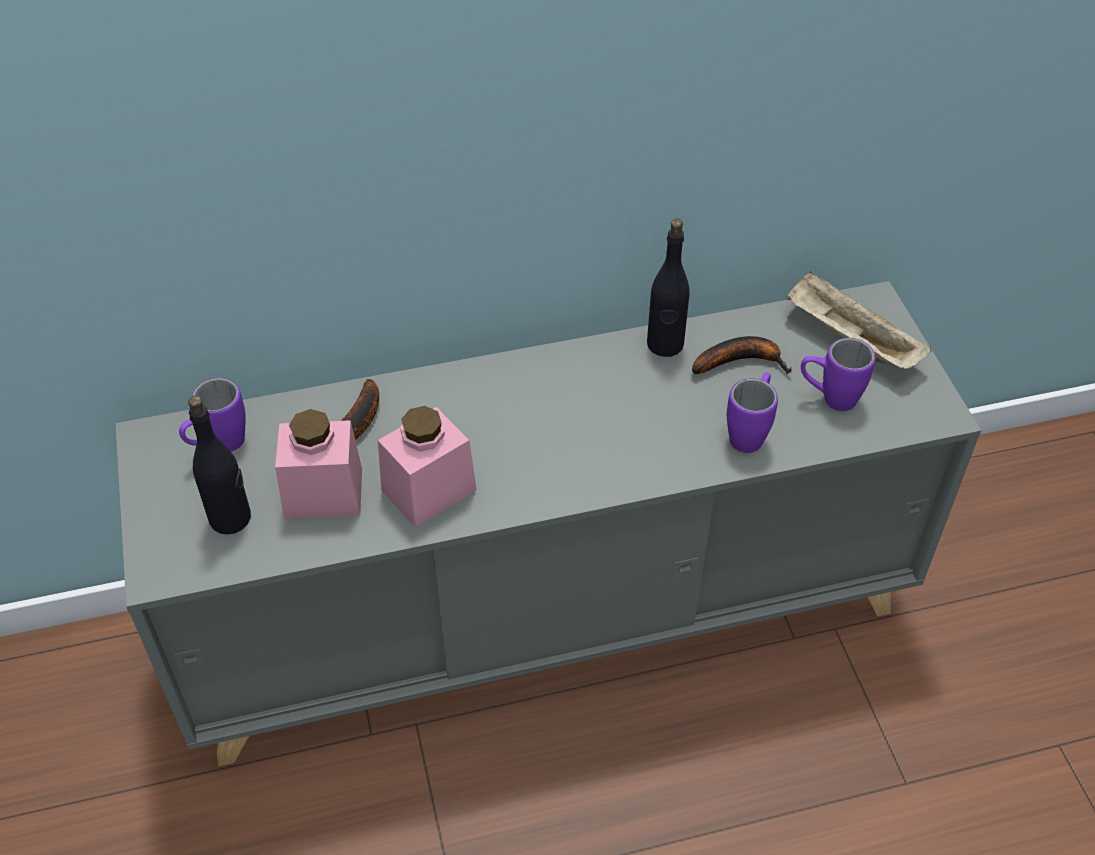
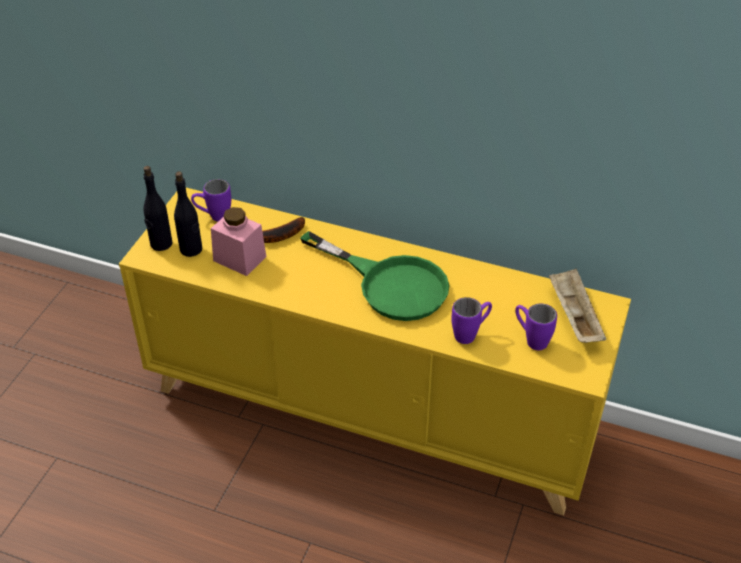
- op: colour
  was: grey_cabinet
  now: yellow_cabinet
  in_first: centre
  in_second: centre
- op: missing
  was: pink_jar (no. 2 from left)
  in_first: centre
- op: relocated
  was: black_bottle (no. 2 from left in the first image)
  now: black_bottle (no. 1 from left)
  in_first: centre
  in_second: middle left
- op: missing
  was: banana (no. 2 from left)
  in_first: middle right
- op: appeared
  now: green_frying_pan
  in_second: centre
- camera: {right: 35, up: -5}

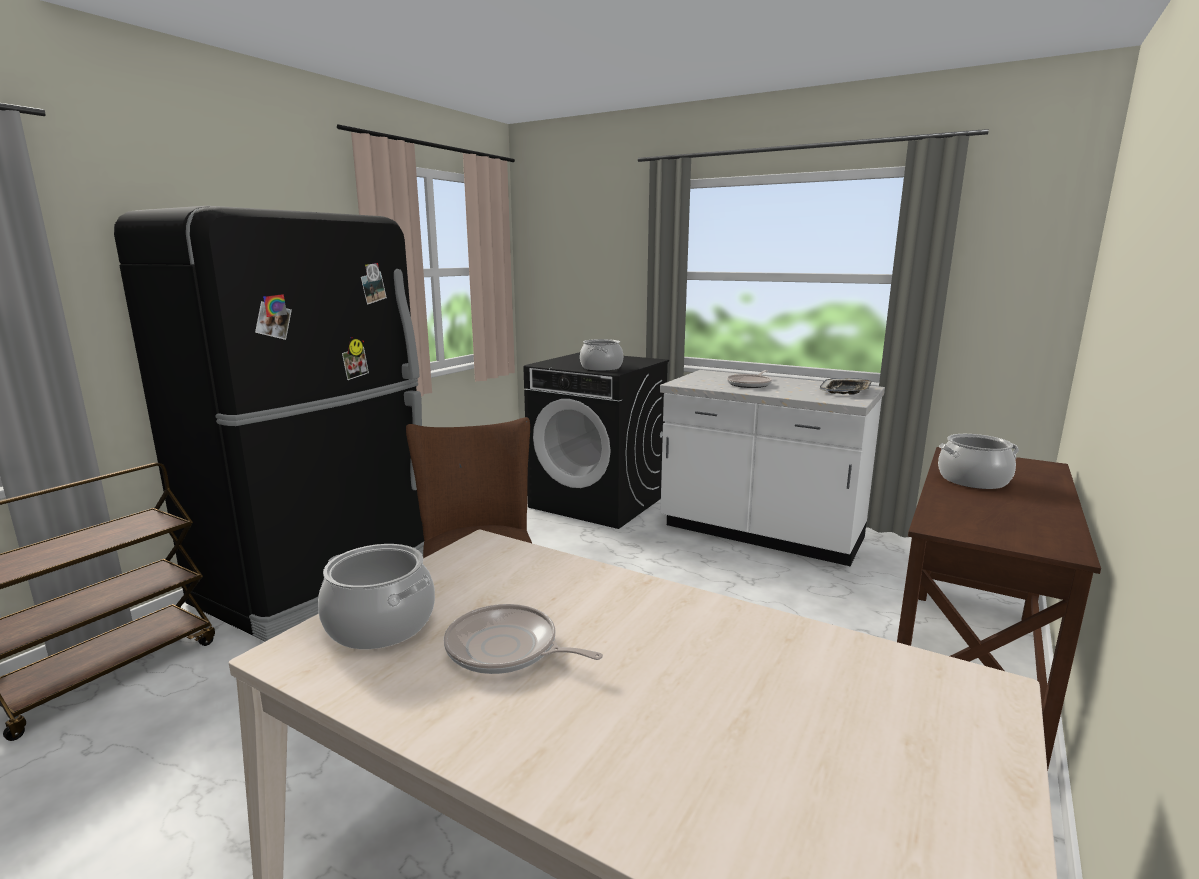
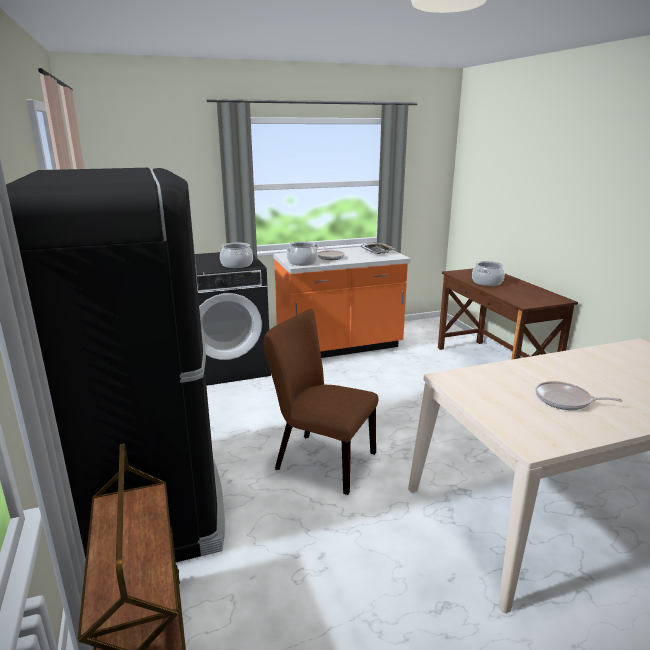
- op: relocated
  was: cooking_pot (no. 1 from left in the first image)
  now: cooking_pot (no. 2 from left)
  in_first: bottom left
  in_second: centre
- op: spun
  was: frying_pan (no. 1 from left in the first image)
  in_first: bottom centre
  in_second: middle right
  clockwise: 45
- op: colour
  was: white_counter
  now: orange_counter
  in_first: centre
  in_second: centre
- camera: {right: -50, up: 5}

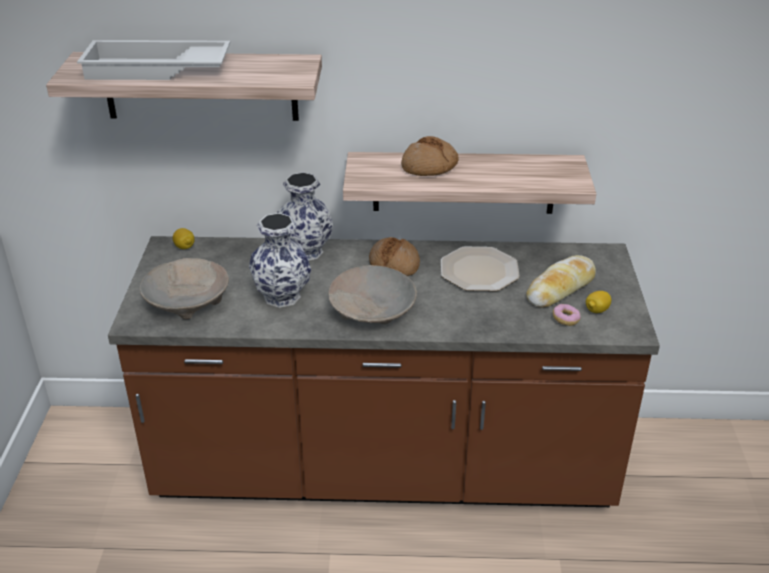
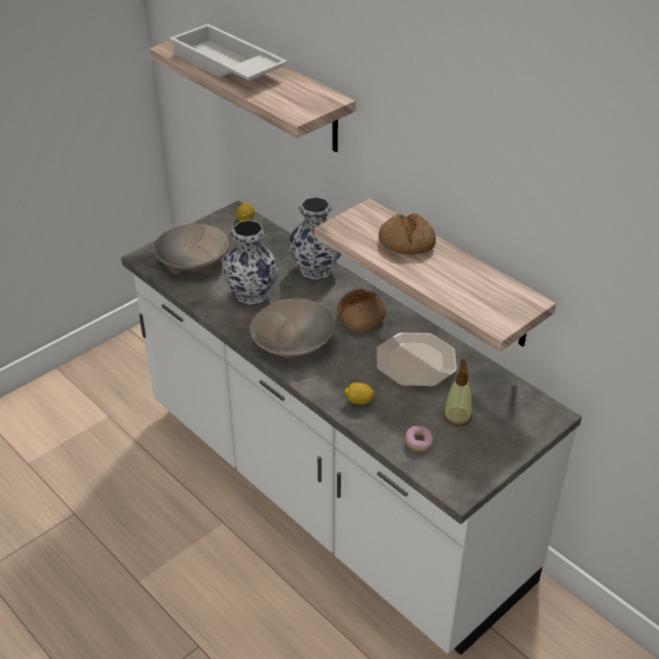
- op: colour
  was: brown_counter
  now: white_counter
  in_first: centre
  in_second: centre
- op: exchanged
  was: bread (no. 3 from left)
  now: soap_dispenser
  in_first: middle right
  in_second: middle right
- op: relocated
  was: lemon (no. 2 from left)
  in_first: middle right
  in_second: centre
- camera: {right: 45, up: 5}

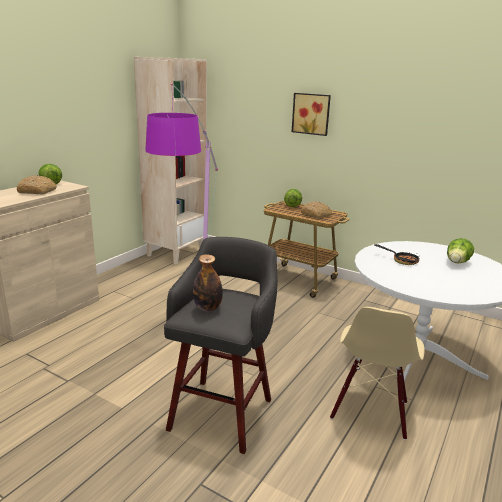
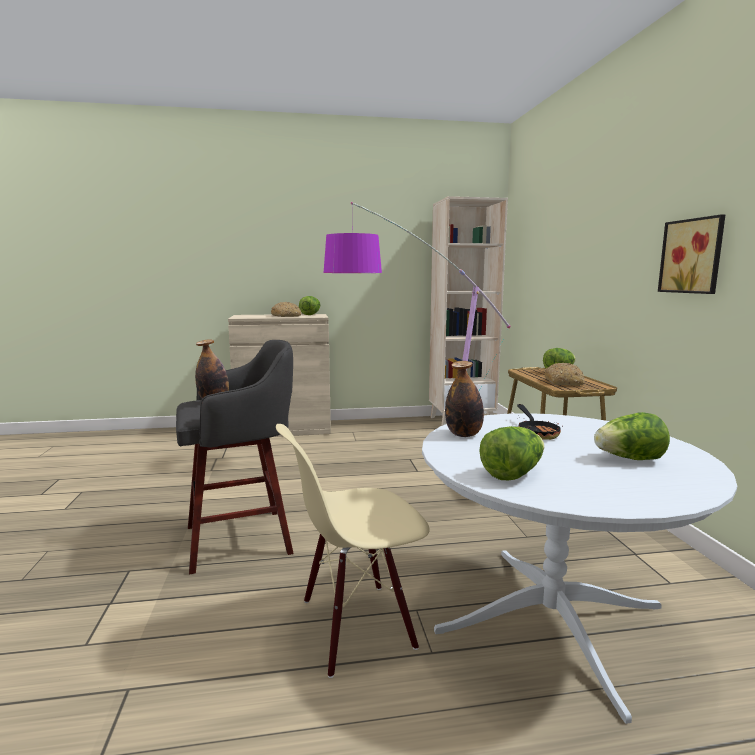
- op: relocated
  was: picture
  in_first: top centre
  in_second: middle right
- op: appeared
  now: bottle (no. 2 from left)
  in_second: centre
- op: appeared
  now: lettuce (no. 2 from left)
  in_second: middle right
- camera: {right: 50, up: -10}

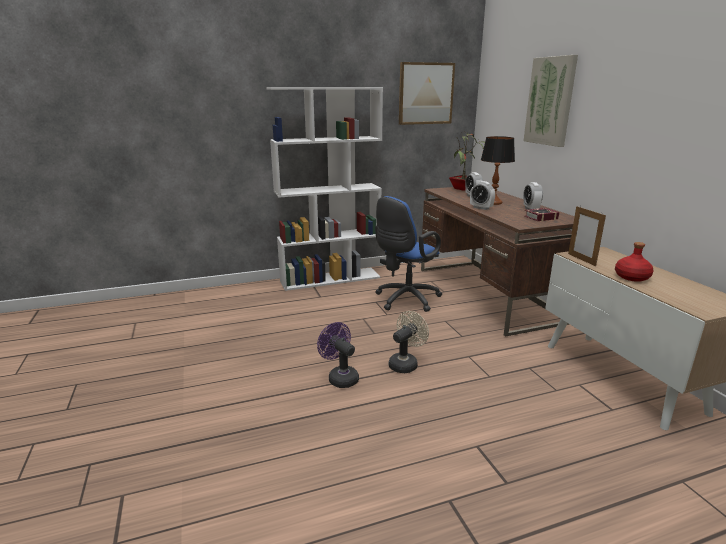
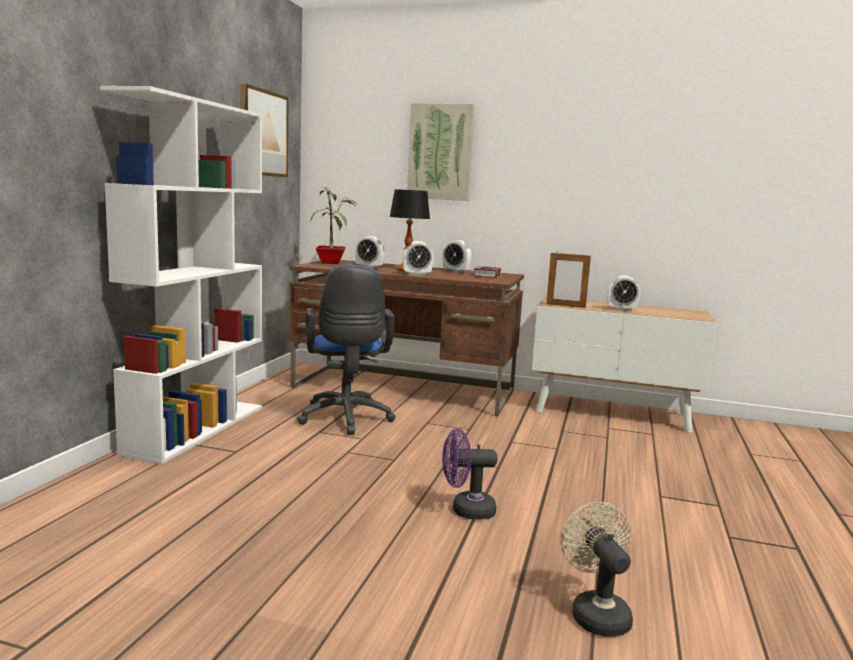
- op: relocated
  was: beige_fan
  in_first: centre
  in_second: bottom right
- op: exchanged
  was: red_bottle
  now: alarm_clock (no. 4 from left)
  in_first: middle right
  in_second: middle right
- camera: {right: -55, up: -10}

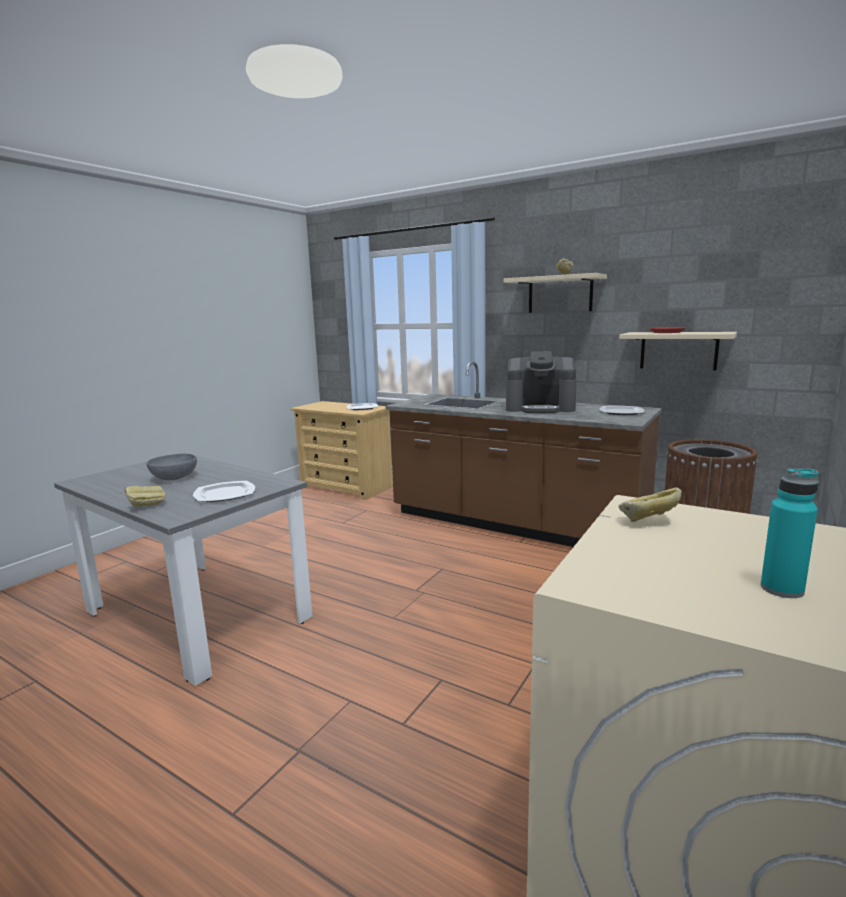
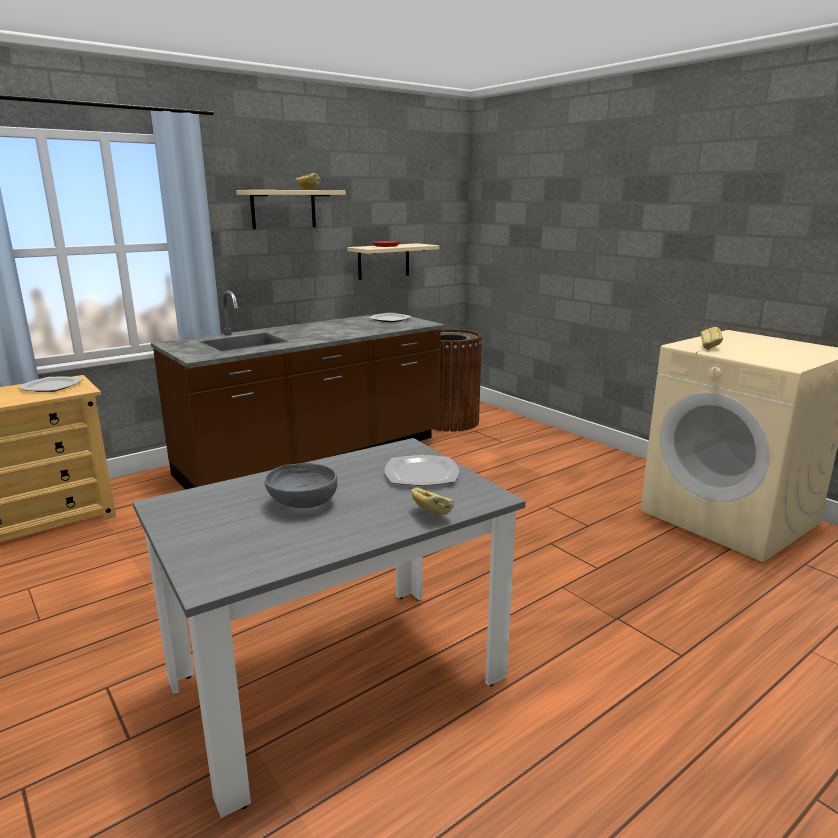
- op: missing
  was: coffee_machine
  in_first: centre
- op: missing
  was: turquoise_bottle
  in_first: middle right
- camera: {right: -70, up: 5}

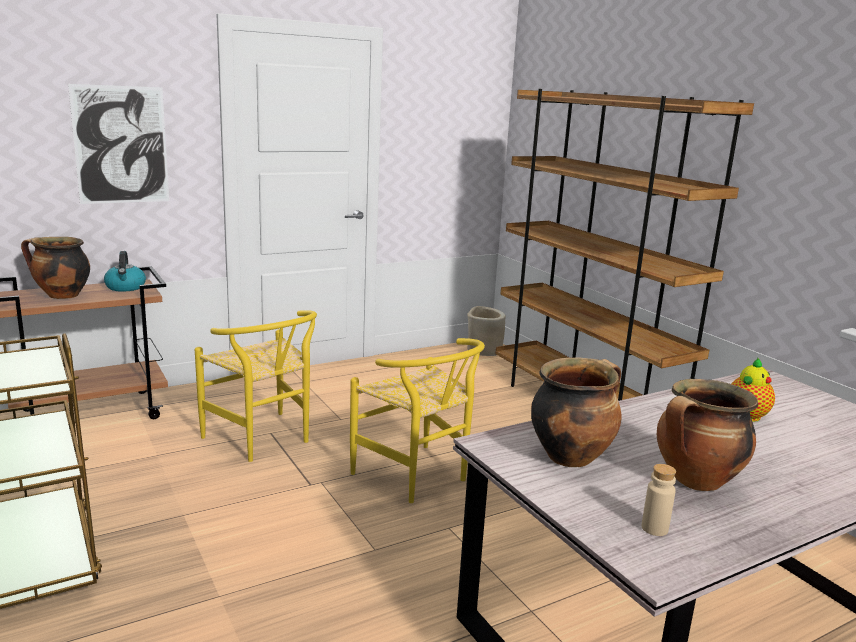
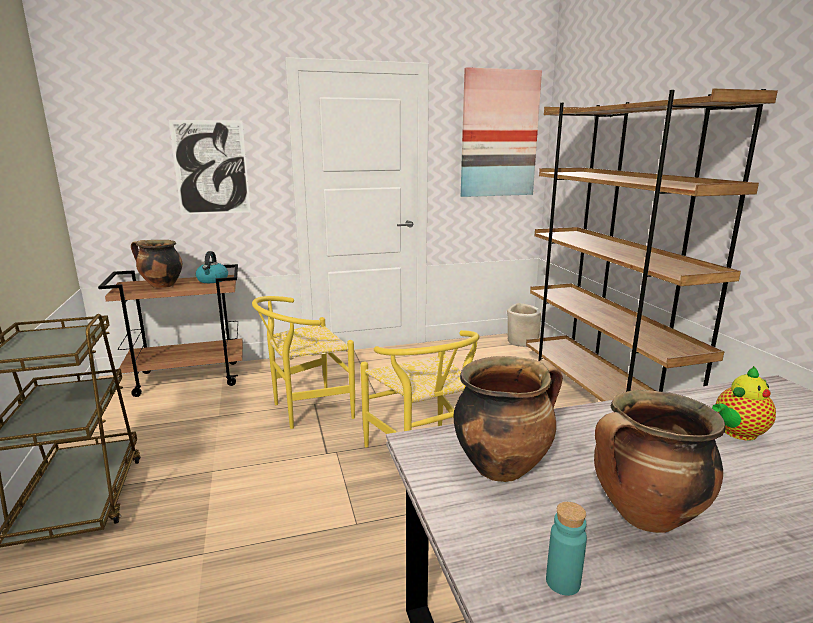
- op: spun
  was: yellow_chair (no. 1 from left)
  in_first: middle left
  in_second: centre
  clockwise: 90
- op: colour
  was: beige_bottle
  now: turquoise_bottle
  in_first: bottom right
  in_second: bottom right
- op: appeared
  now: picture (no. 2 from left)
  in_second: top centre
- camera: {right: 15, up: 0}

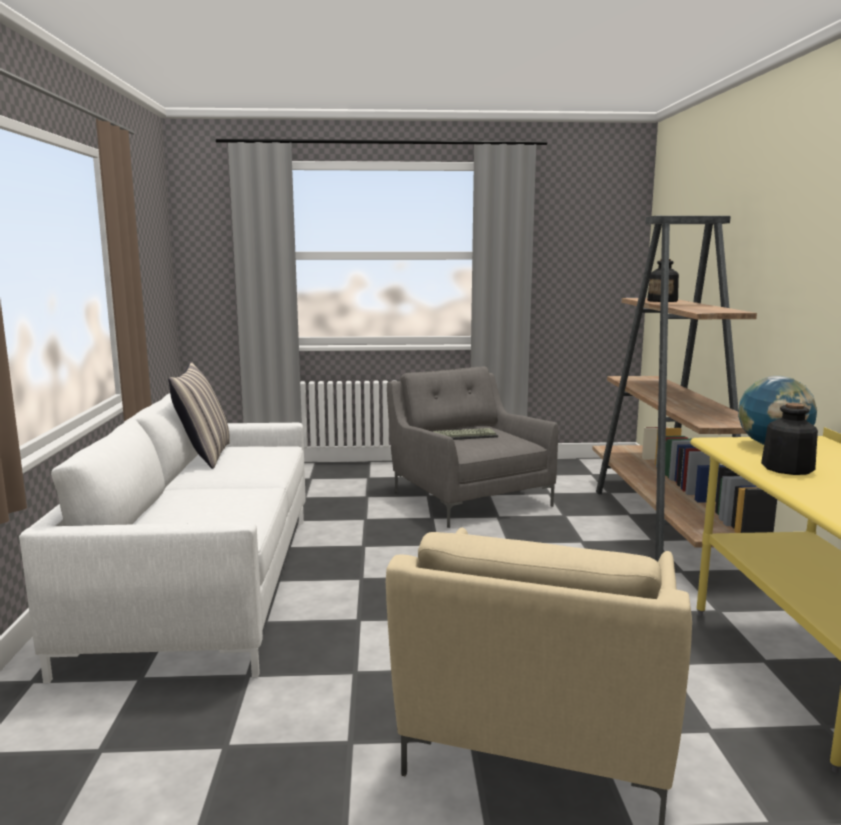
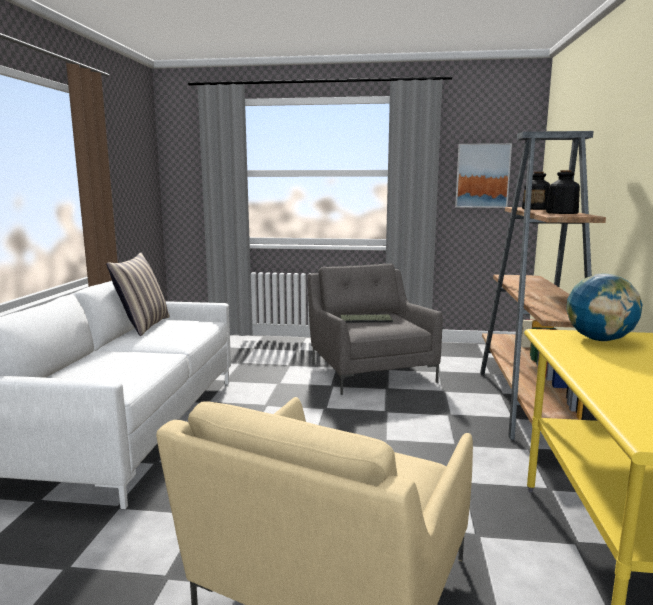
- op: relocated
  was: bottle (no. 2 from left)
  in_first: middle right
  in_second: top right
- op: appeared
  now: picture
  in_second: top right
- camera: {right: 10, up: 0}

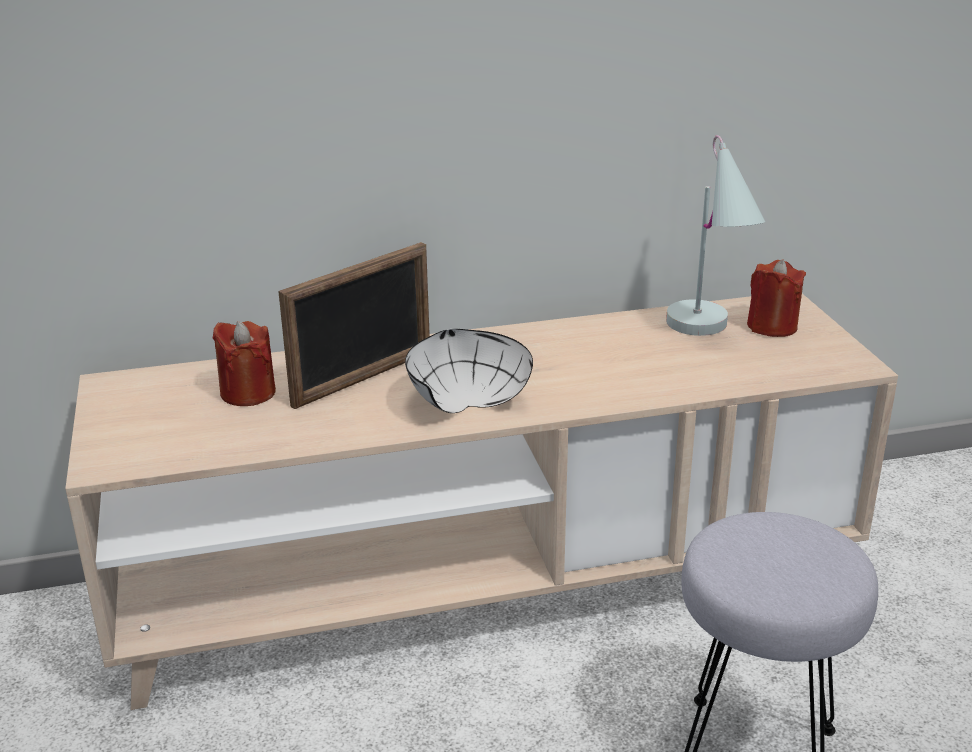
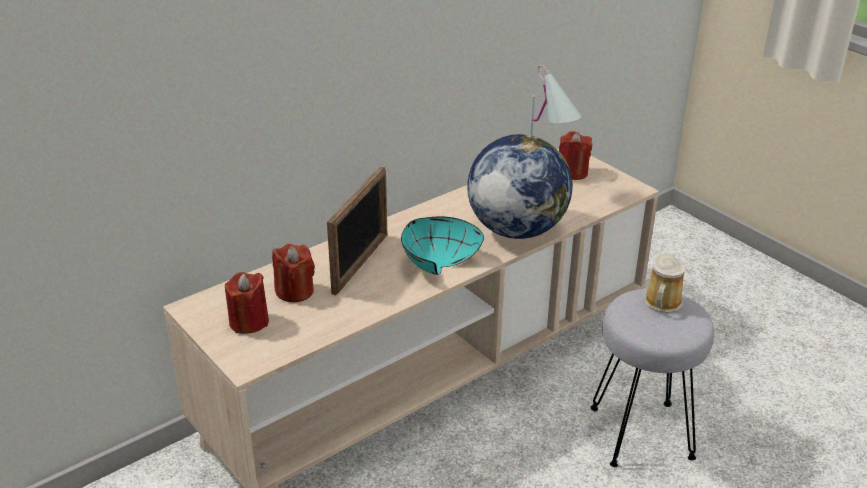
- op: colour
  was: white_bowl
  now: turquoise_bowl
  in_first: centre
  in_second: centre
- op: appeared
  now: red_candle (no. 1 from left)
  in_second: middle left
- op: appeared
  now: globe
  in_second: centre
- op: appeared
  now: mug
  in_second: middle right
- camera: {right: -25, up: 5}

